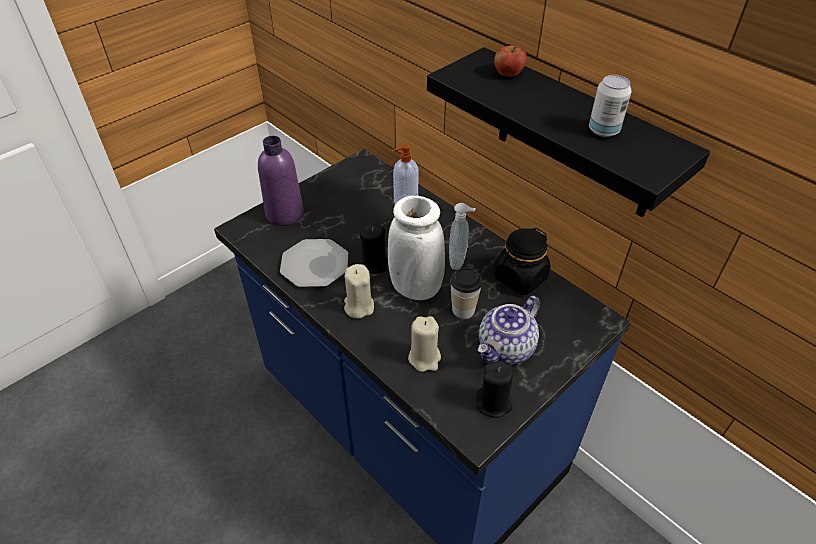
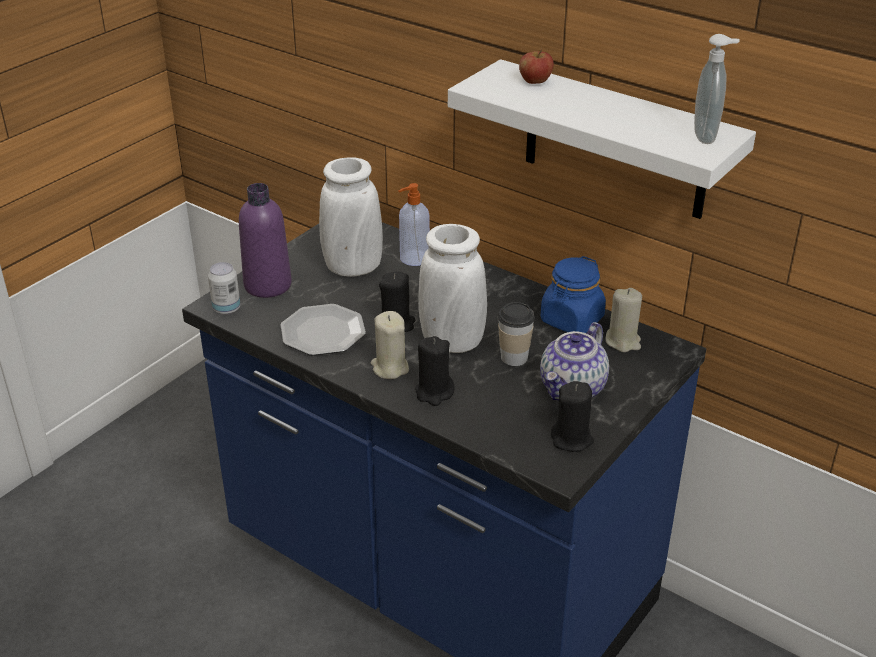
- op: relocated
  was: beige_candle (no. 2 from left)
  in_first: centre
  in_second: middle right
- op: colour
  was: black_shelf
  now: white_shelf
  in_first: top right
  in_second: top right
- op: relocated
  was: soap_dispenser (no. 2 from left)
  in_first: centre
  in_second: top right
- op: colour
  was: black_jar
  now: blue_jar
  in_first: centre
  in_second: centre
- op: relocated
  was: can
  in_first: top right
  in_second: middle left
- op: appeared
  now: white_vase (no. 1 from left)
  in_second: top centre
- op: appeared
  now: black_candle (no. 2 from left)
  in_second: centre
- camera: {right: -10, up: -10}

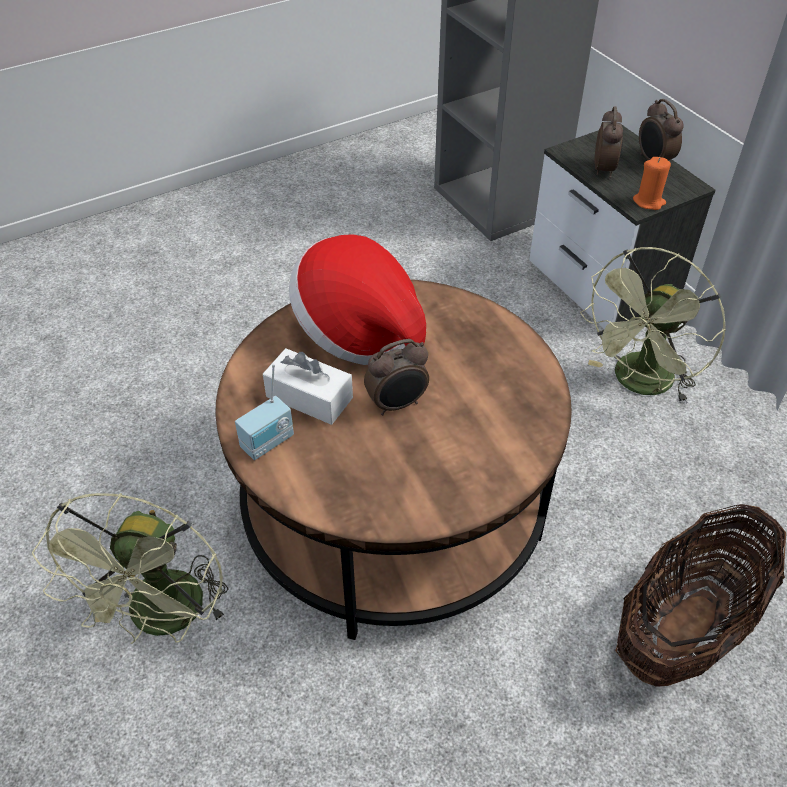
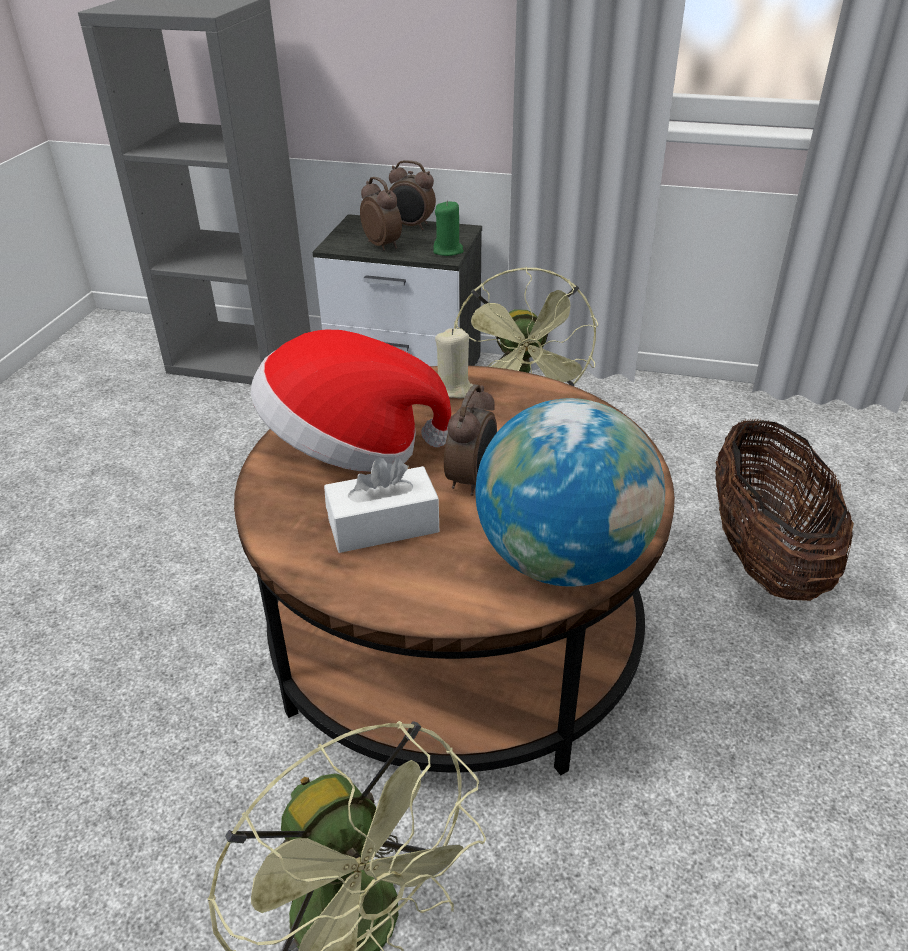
- op: missing
  was: radio
  in_first: centre
- op: colour
  was: orange_candle
  now: green_candle
  in_first: top right
  in_second: top centre
- op: appeared
  now: beige_candle
  in_second: centre
- op: appeared
  now: globe
  in_second: centre
- camera: {right: -45, up: -10}

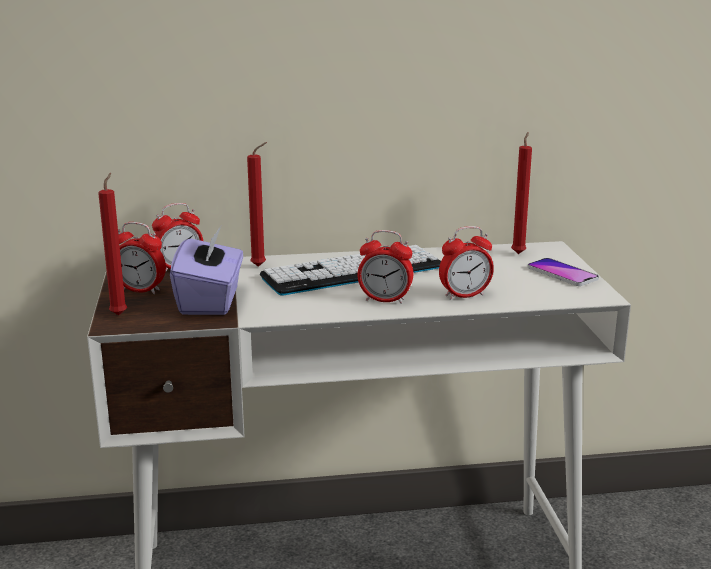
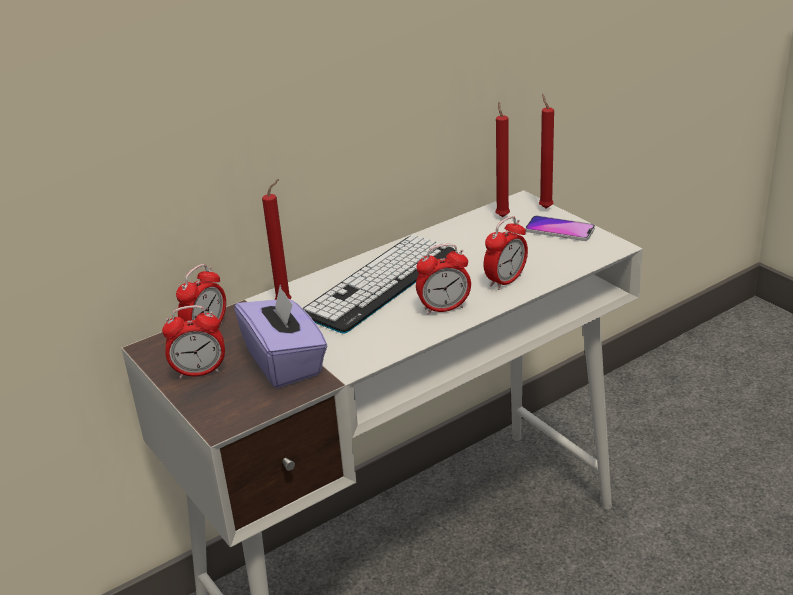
- op: relocated
  was: red_candle (no. 1 from left in the first image)
  now: red_candle (no. 3 from left)
  in_first: middle left
  in_second: top right
- camera: {right: -25, up: 10}

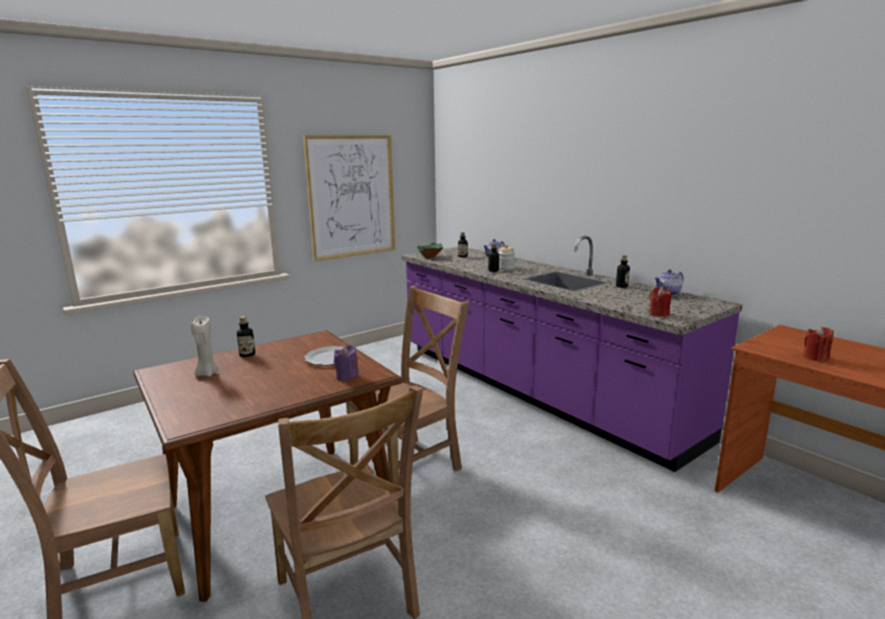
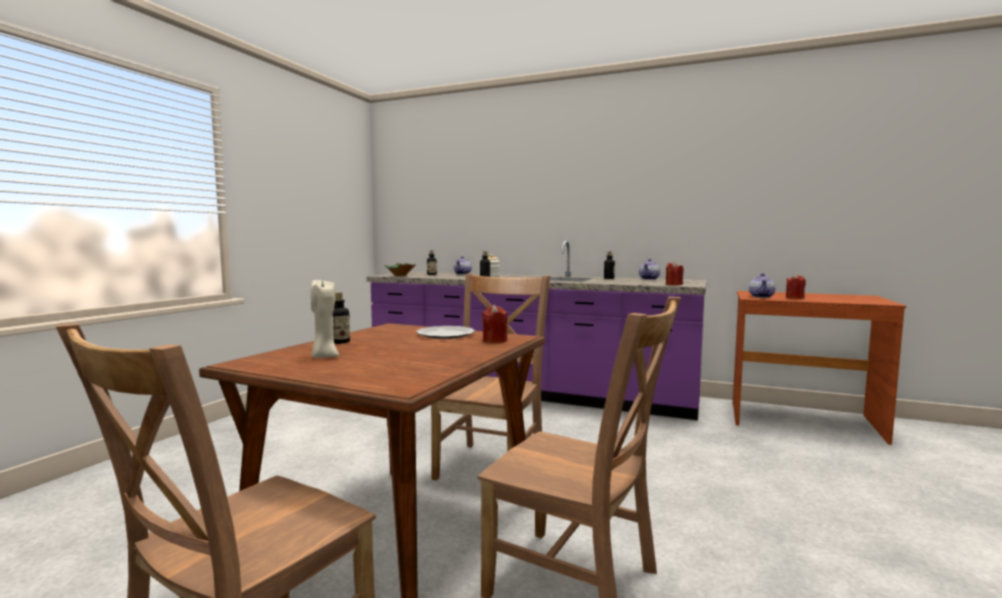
- op: missing
  was: picture
  in_first: top centre
- op: colour
  was: purple_candle
  now: red_candle (no. 1 from left)
  in_first: centre
  in_second: centre
- op: appeared
  now: teapot (no. 3 from left)
  in_second: middle right
- camera: {right: -30, up: -10}

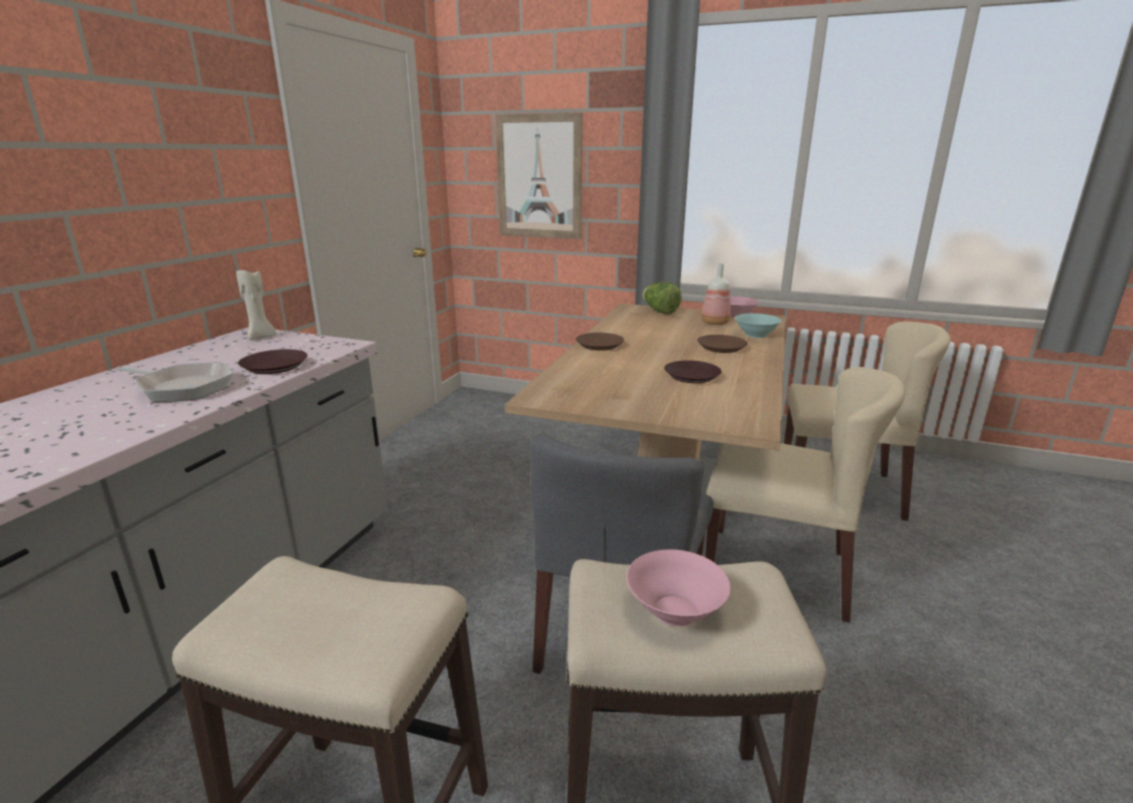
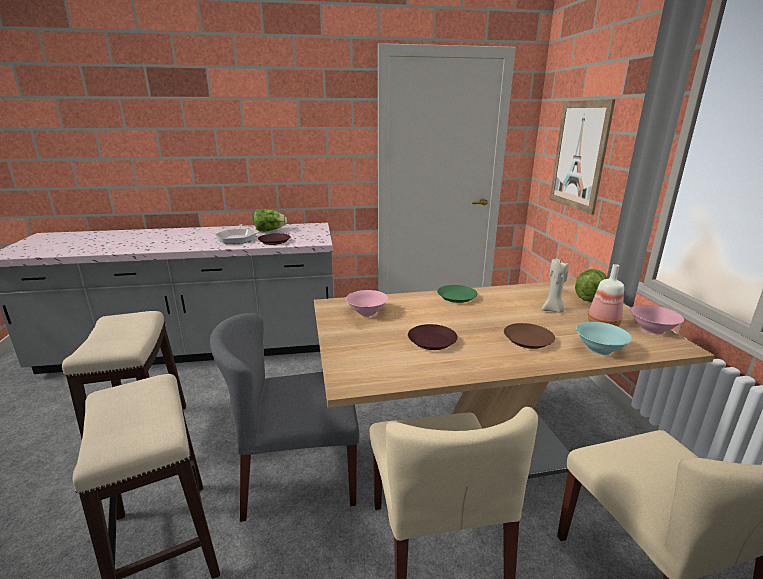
- op: relocated
  was: beige_candle
  in_first: middle left
  in_second: middle right
- op: colour
  was: brown_plate (no. 2 from left)
  now: green_plate
  in_first: centre
  in_second: centre
- op: relocated
  was: pink_bowl (no. 1 from left)
  in_first: bottom centre
  in_second: centre
- op: appeared
  now: lettuce (no. 1 from left)
  in_second: centre
- camera: {right: 60, up: 0}

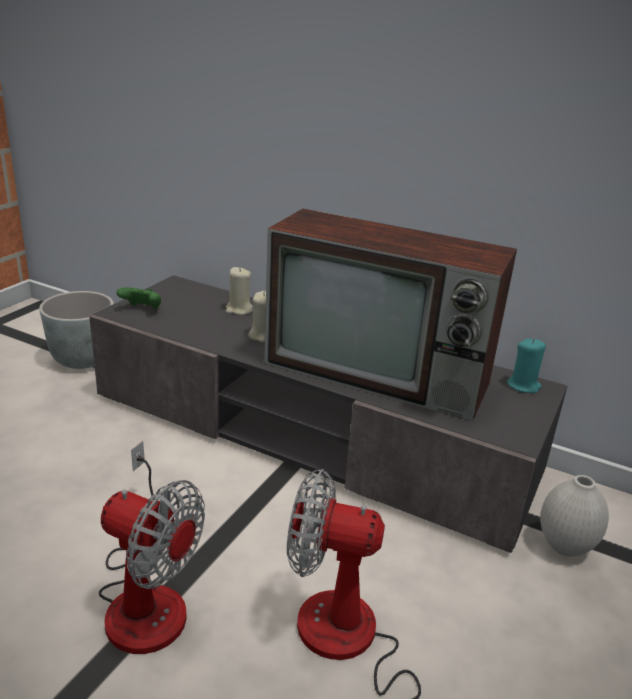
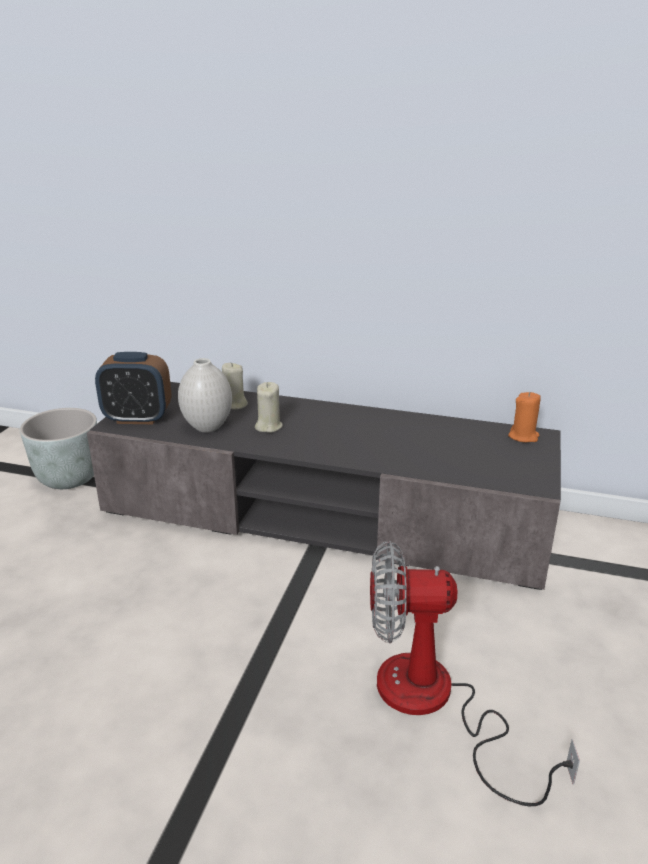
- op: missing
  was: fan (no. 1 from left)
  in_first: bottom left
- op: exchanged
  was: green_game_controller
  now: alarm_clock
  in_first: middle left
  in_second: middle left
- op: missing
  was: television
  in_first: centre
- op: colour
  was: turquoise_candle
  now: orange_candle
  in_first: middle right
  in_second: middle right
- op: relocated
  was: white_vase
  in_first: bottom right
  in_second: middle left
- camera: {right: -10, up: 0}

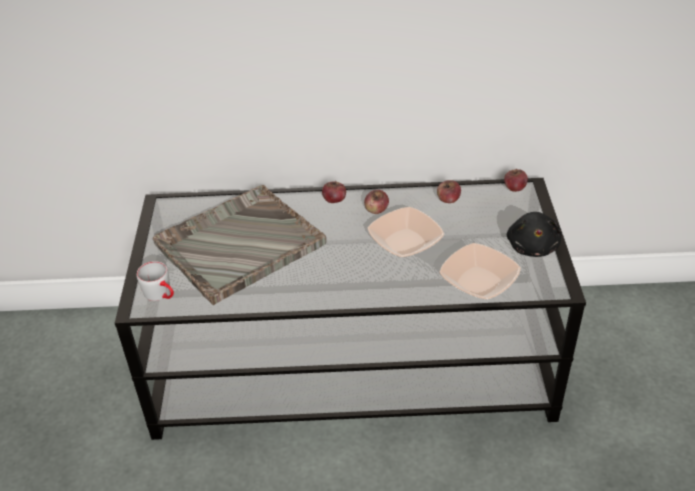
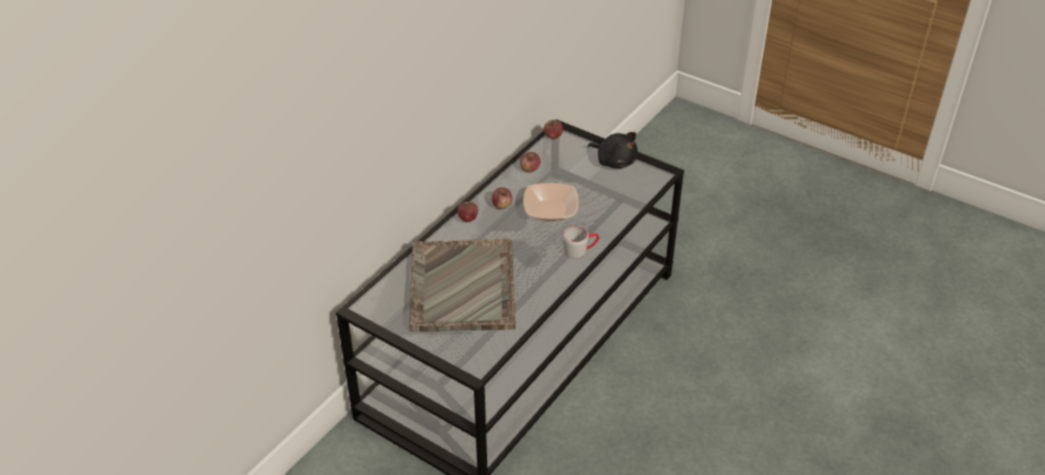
- op: relocated
  was: grey_mug
  in_first: middle left
  in_second: centre
- op: missing
  was: bowl (no. 2 from left)
  in_first: middle right
- camera: {right: -55, up: 0}

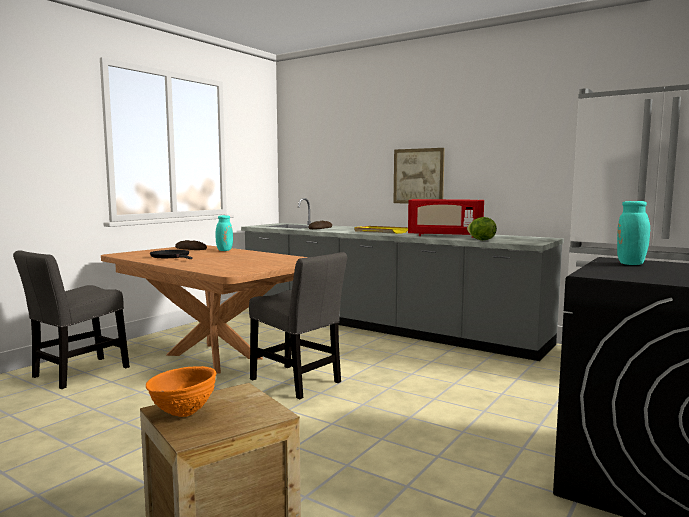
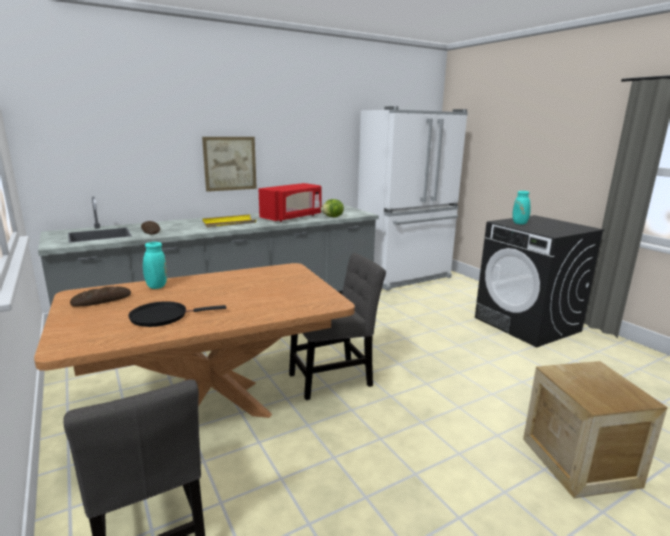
- op: missing
  was: orange_bowl
  in_first: bottom left
- camera: {right: -65, up: 10}

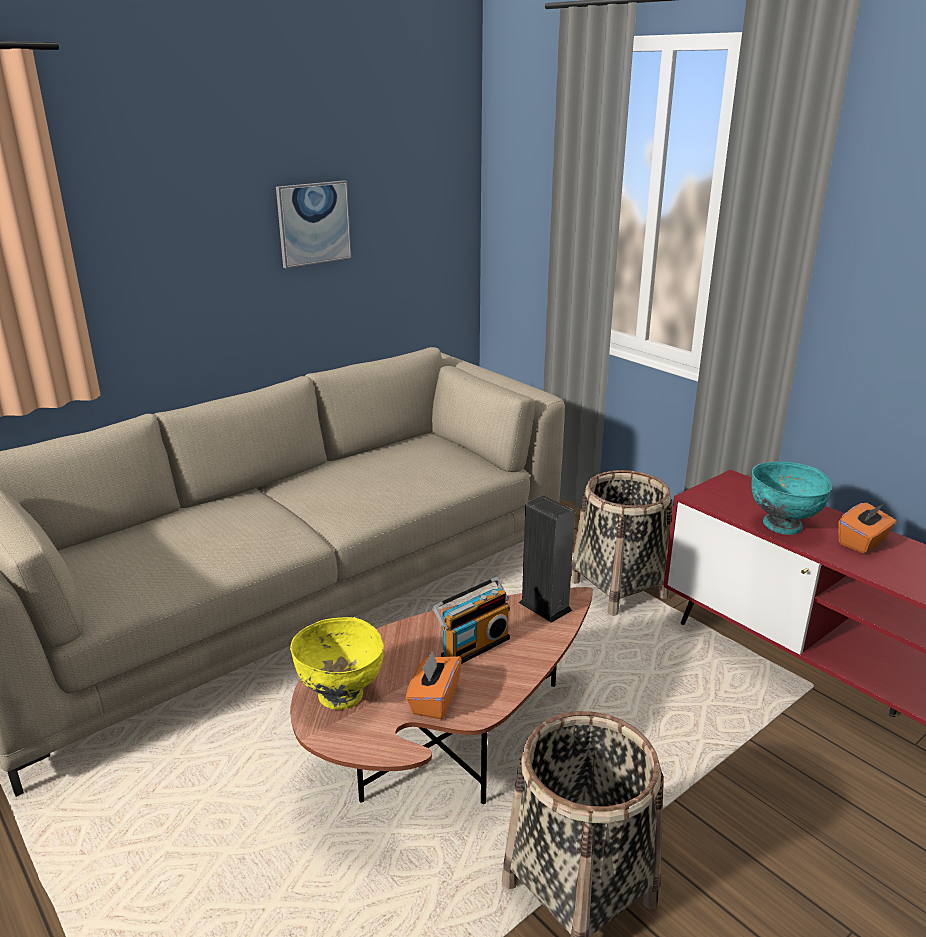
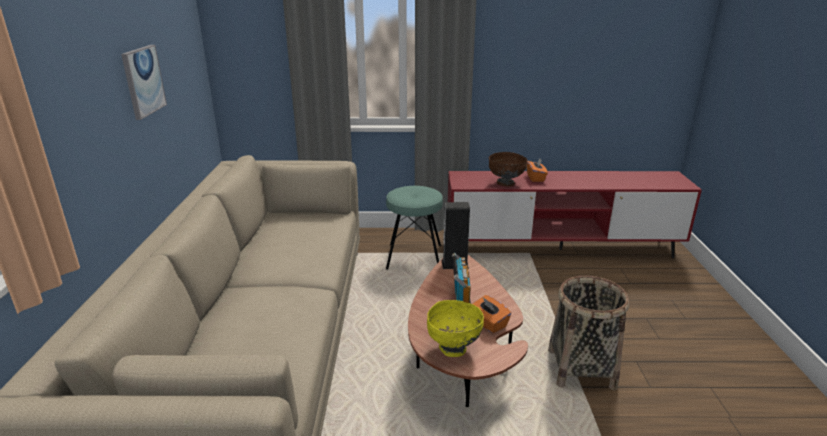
- op: exchanged
  was: basket (no. 2 from left)
  now: turquoise_stool
  in_first: middle right
  in_second: centre
- op: colour
  was: turquoise_bowl
  now: brown_bowl
  in_first: middle right
  in_second: centre
- camera: {right: -50, up: 0}

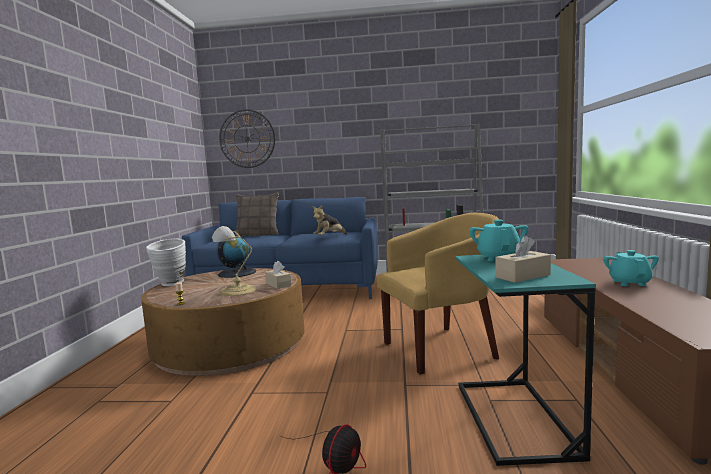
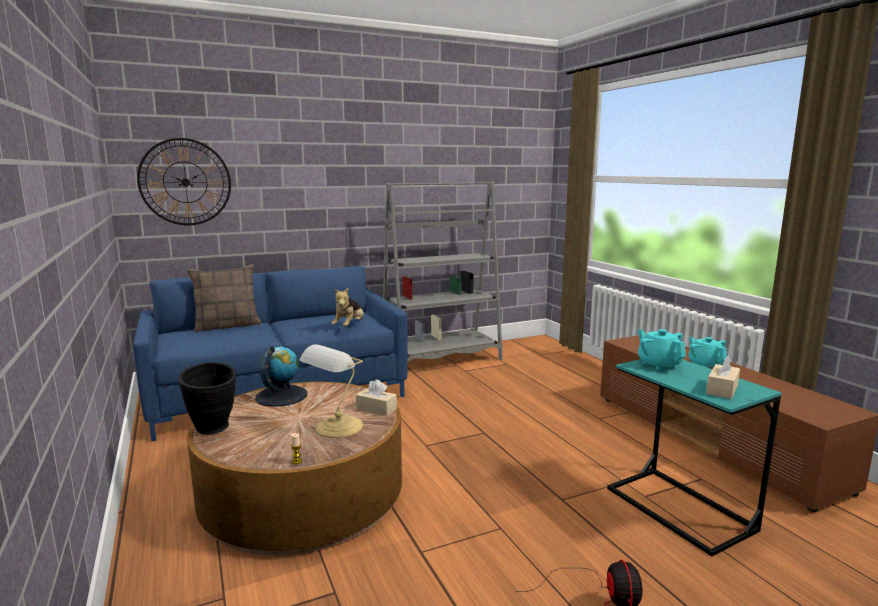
- op: colour
  was: white_vase
  now: black_vase
  in_first: middle left
  in_second: middle left
- op: missing
  was: yellow_armchair
  in_first: centre
- camera: {right: -30, up: 5}

